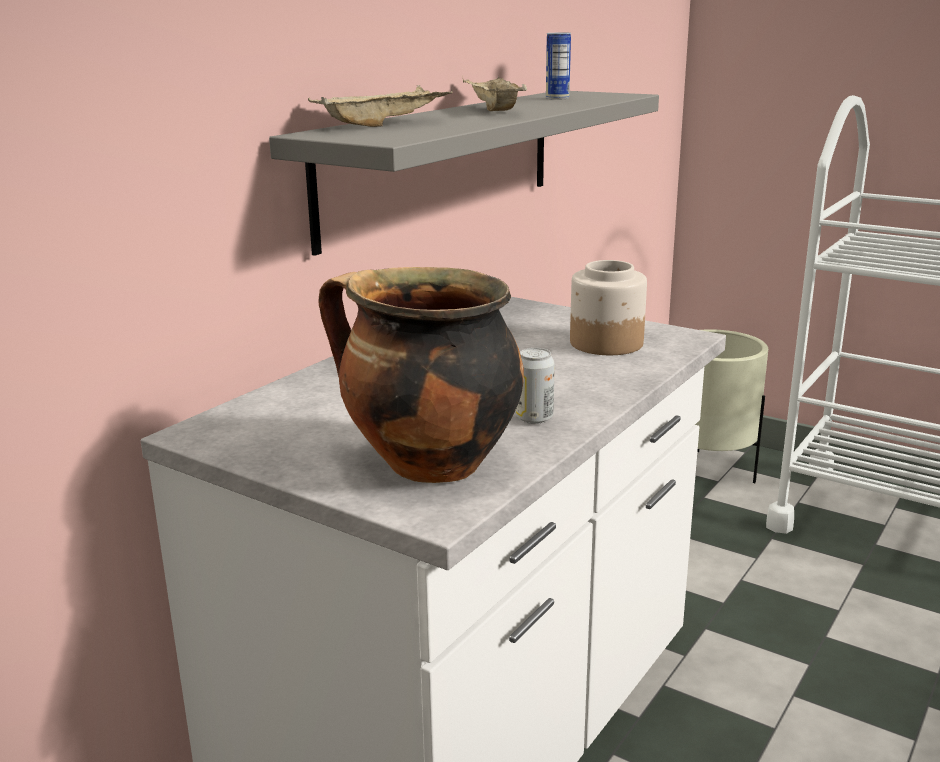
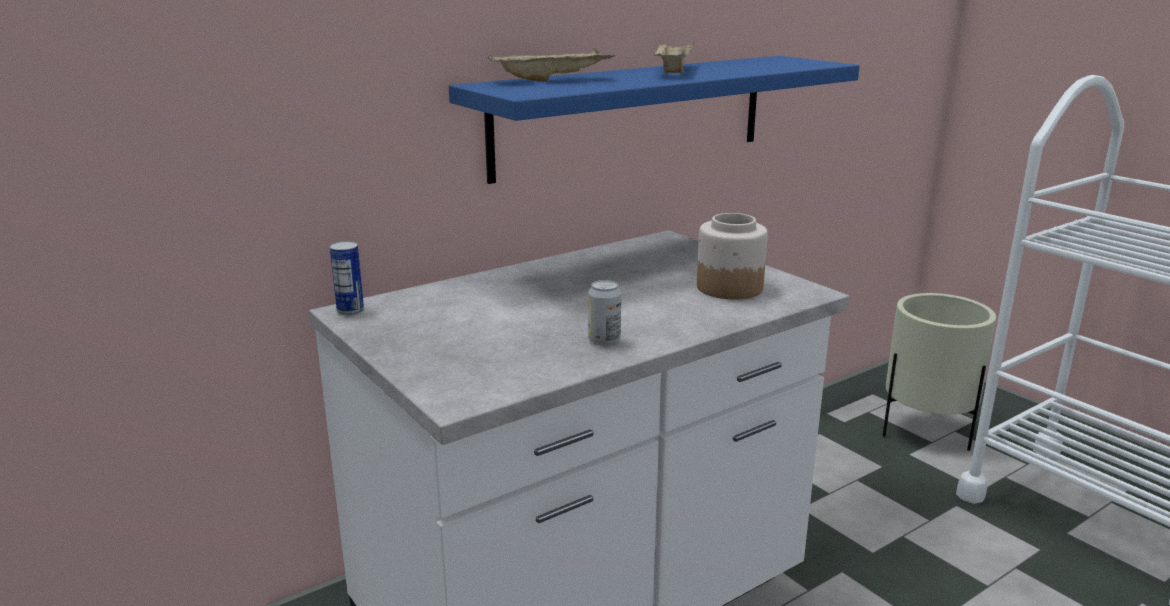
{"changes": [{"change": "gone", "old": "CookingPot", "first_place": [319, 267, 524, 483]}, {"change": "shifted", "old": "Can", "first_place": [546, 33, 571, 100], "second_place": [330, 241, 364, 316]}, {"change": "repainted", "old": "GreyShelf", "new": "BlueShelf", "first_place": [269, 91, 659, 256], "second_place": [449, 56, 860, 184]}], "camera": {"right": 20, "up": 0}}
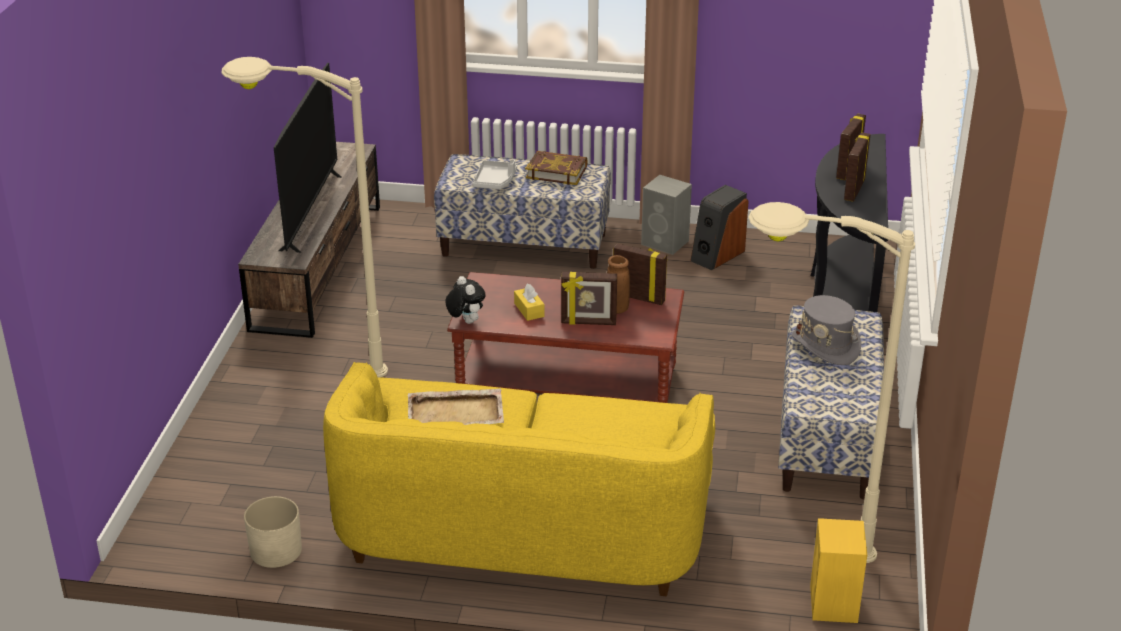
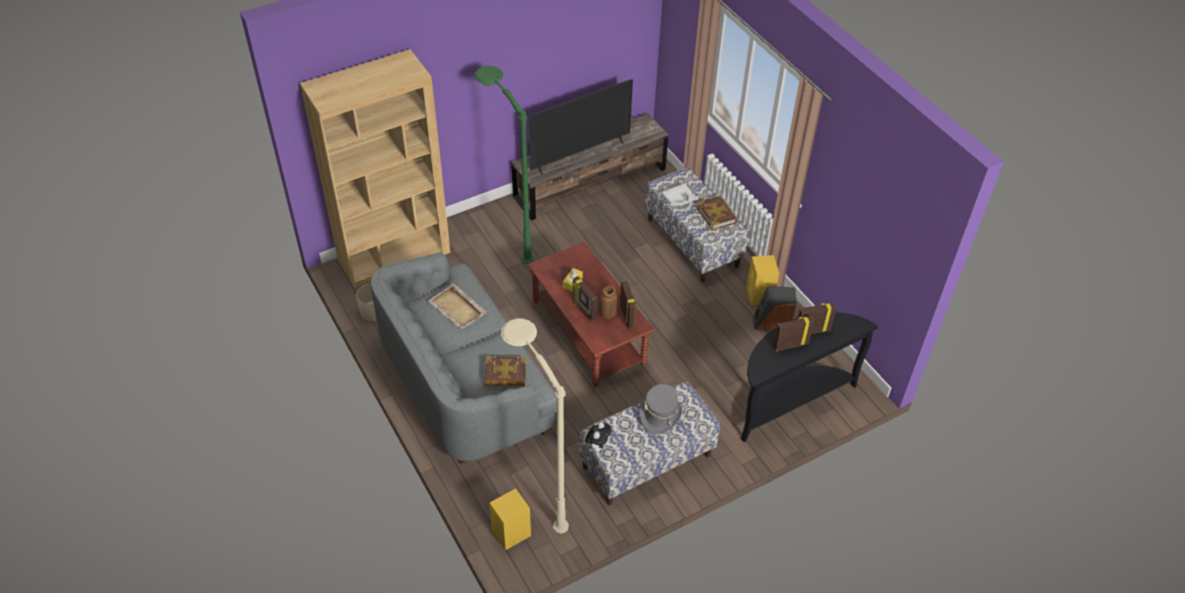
{"changes": [{"change": "new", "new": "BrownBookcase", "second_place": [300, 49, 451, 288]}, {"change": "new", "new": "Book", "second_place": [484, 356, 526, 386]}, {"change": "shifted", "old": "PlushToy", "first_place": [445, 276, 486, 324], "second_place": [585, 422, 611, 452]}, {"change": "repainted", "old": "BeigeFloorLamp", "new": "GreenFloorLamp", "first_place": [221, 57, 388, 378], "second_place": [474, 66, 534, 264]}, {"change": "repainted", "old": "YellowSofa", "new": "GreySofa", "first_place": [323, 362, 715, 596], "second_place": [371, 252, 557, 464]}, {"change": "repainted", "old": "GreySpeaker", "new": "YellowSpeaker", "first_place": [641, 175, 692, 255], "second_place": [747, 255, 779, 305]}], "camera": {"right": 50, "up": 15}}
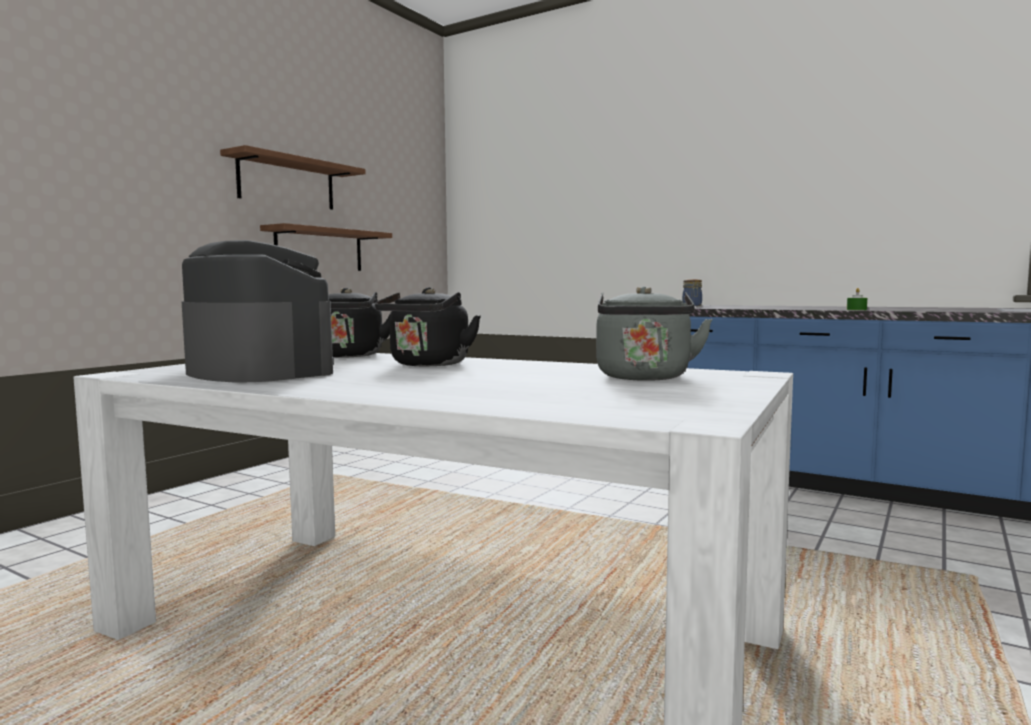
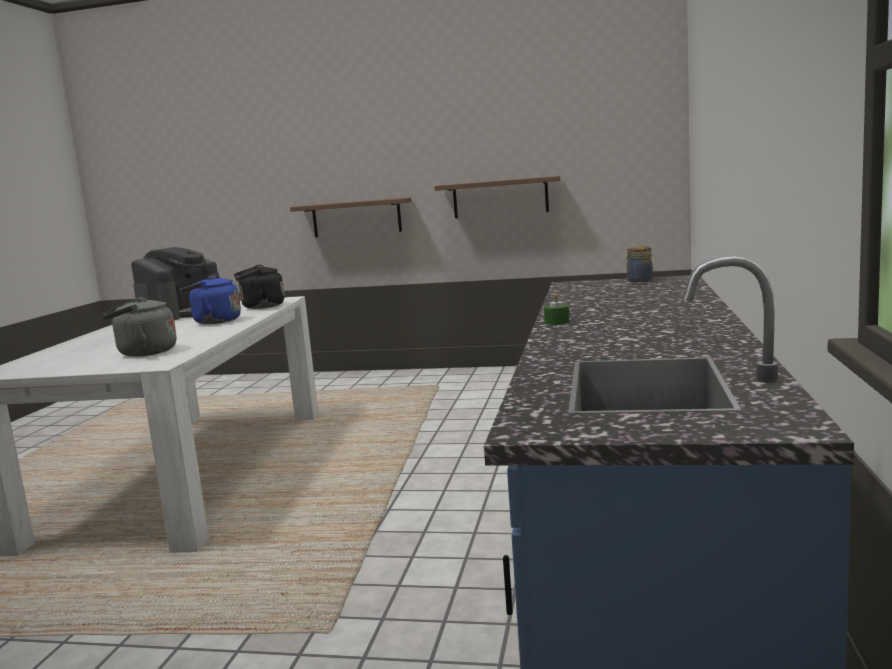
{"changes": [{"change": "shifted", "old": "Shelf", "first_place": [220, 145, 366, 210], "second_place": [290, 197, 411, 237]}, {"change": "repainted", "old": "BlackKettle", "new": "BlueKettle", "first_place": [375, 287, 481, 366], "second_place": [179, 275, 241, 324]}], "camera": {"right": 70, "up": 5}}
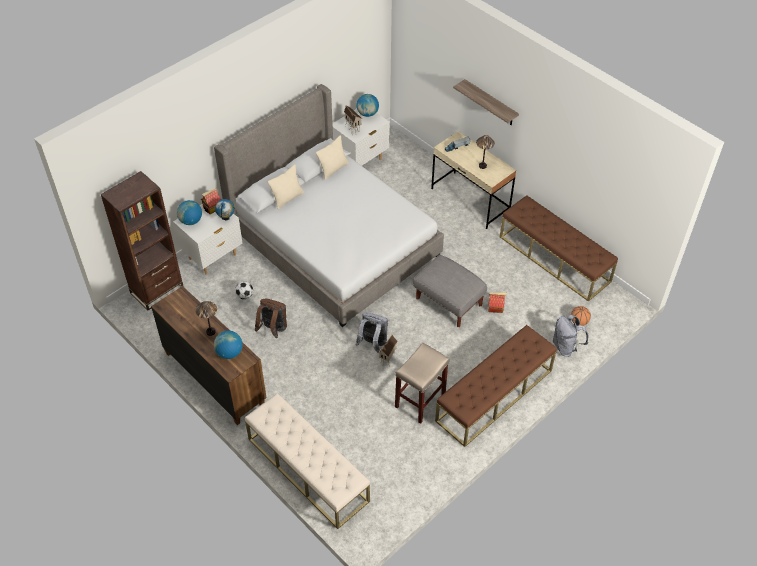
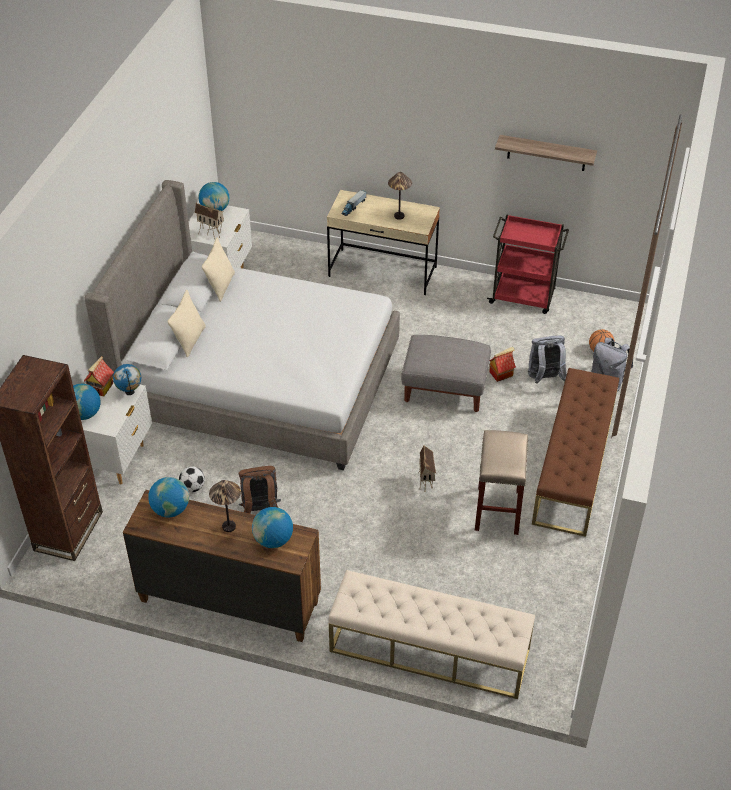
{"changes": [{"change": "new", "new": "Globe", "second_place": [148, 477, 189, 517]}, {"change": "shifted", "old": "GreyBackpack", "first_place": [356, 313, 388, 353], "second_place": [528, 336, 567, 384]}, {"change": "shifted", "old": "Shelf", "first_place": [453, 79, 519, 125], "second_place": [495, 135, 597, 171]}, {"change": "swapped", "old": "BrownBench", "new": "RedCart", "first_place": [500, 195, 618, 302], "second_place": [487, 214, 569, 314]}], "camera": {"right": -30, "up": -5}}
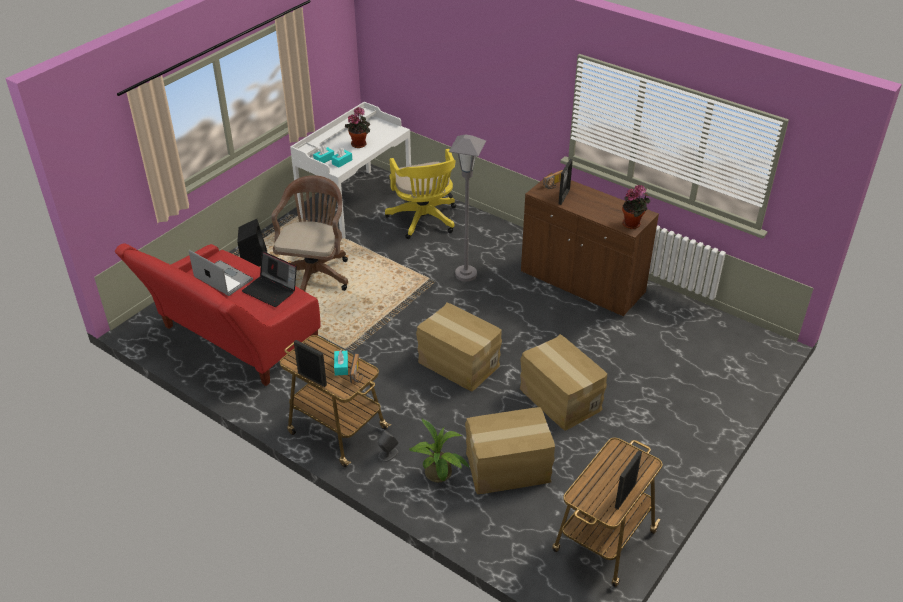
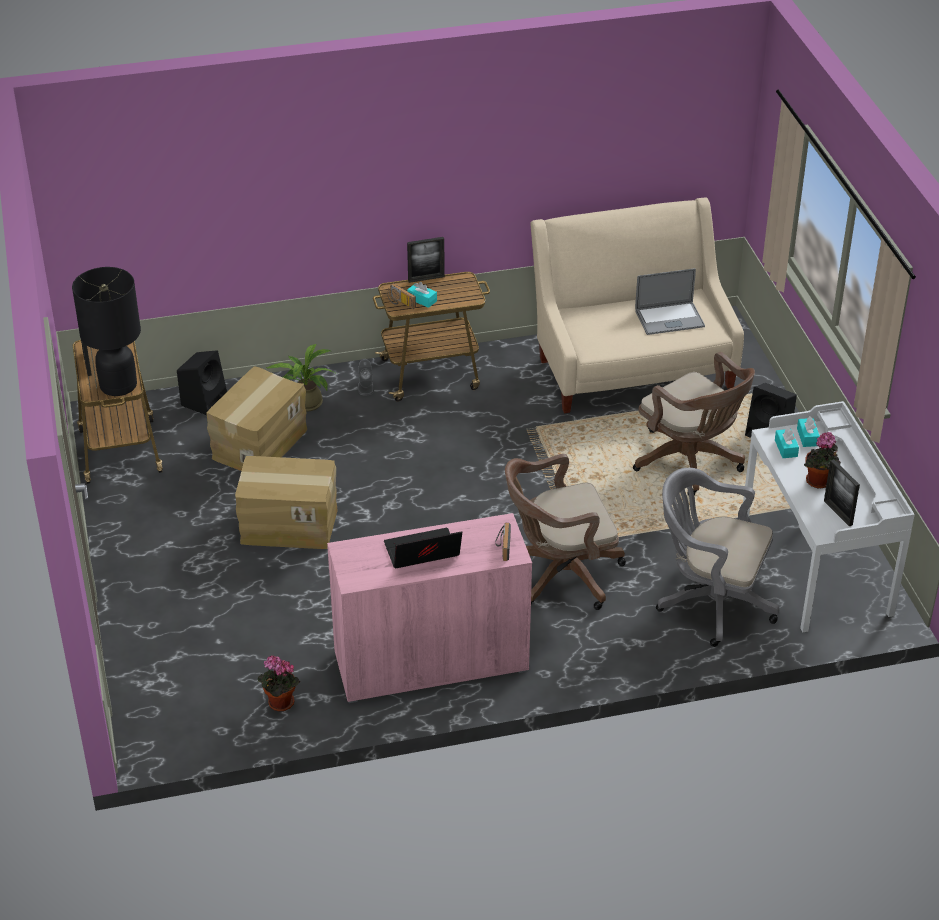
{"changes": [{"change": "gone", "old": "CardboardBox", "first_place": [416, 303, 502, 391]}, {"change": "new", "new": "BlackTableLamp", "second_place": [72, 267, 141, 396]}, {"change": "new", "new": "BlackSpeaker", "second_place": [177, 350, 227, 415]}, {"change": "shifted", "old": "Laptop", "first_place": [242, 251, 297, 307], "second_place": [384, 528, 462, 568]}, {"change": "shifted", "old": "PictureFrame", "first_place": [558, 159, 573, 205], "second_place": [824, 459, 860, 526]}, {"change": "shifted", "old": "PottedPlant", "first_place": [622, 185, 650, 229], "second_place": [257, 655, 300, 711]}, {"change": "swapped", "old": "GreyFloorLamp", "new": "BrownOfficeChair", "first_place": [449, 134, 486, 282], "second_place": [505, 454, 626, 610]}, {"change": "repainted", "old": "RedSofa", "new": "BeigeSofa", "first_place": [115, 243, 321, 386], "second_place": [531, 197, 744, 413]}, {"change": "repainted", "old": "YellowOfficeChair", "new": "GreyOfficeChair", "first_place": [385, 149, 456, 239], "second_place": [656, 468, 779, 647]}, {"change": "repainted", "old": "BrownCabinet", "new": "PinkCabinet", "first_place": [521, 173, 659, 317], "second_place": [327, 513, 532, 703]}], "camera": {"right": 130, "up": 0}}
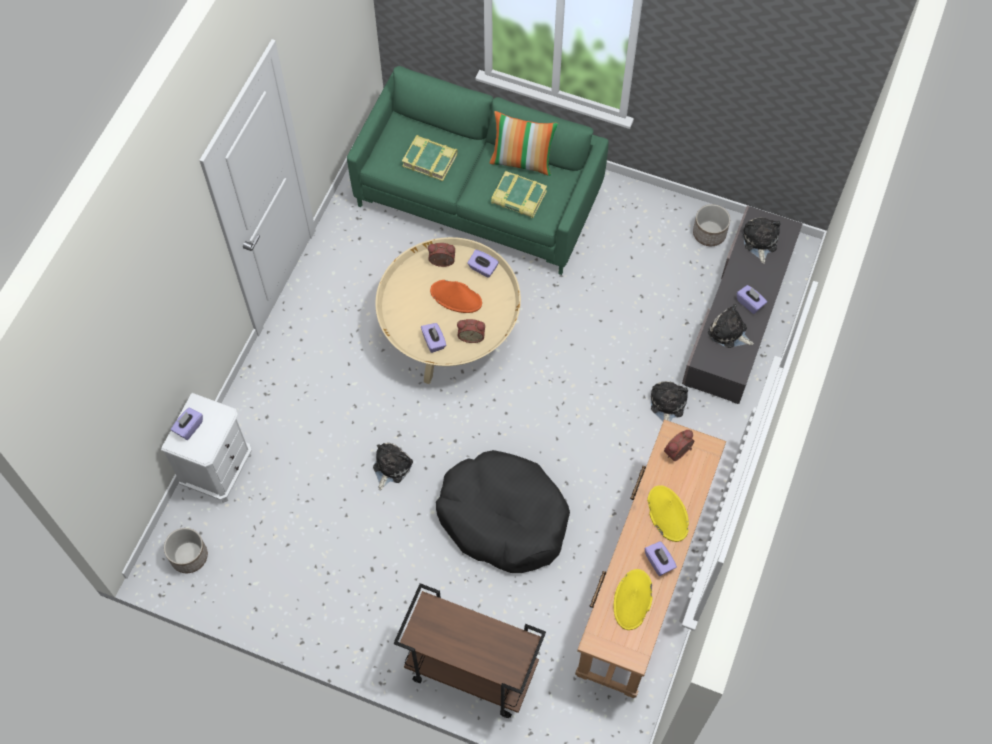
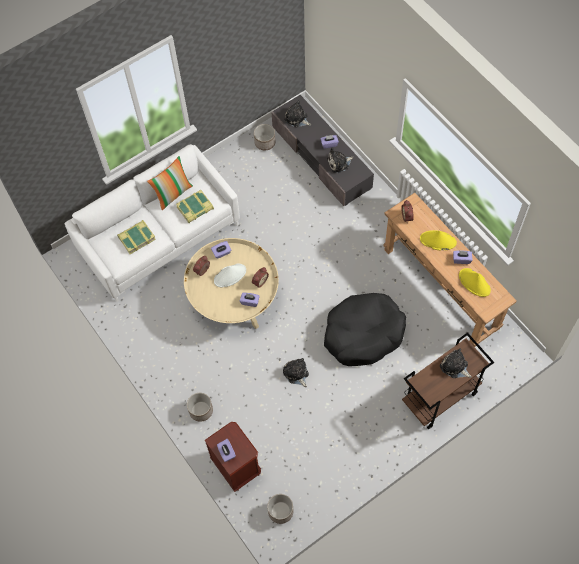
{"changes": [{"change": "new", "new": "Planter", "second_place": [187, 393, 213, 422]}, {"change": "shifted", "old": "PlushToy", "first_place": [651, 381, 688, 422], "second_place": [440, 348, 472, 378]}, {"change": "repainted", "old": "WhiteNightstand", "new": "BrownNightstand", "first_place": [161, 393, 252, 503], "second_place": [204, 422, 261, 492]}, {"change": "repainted", "old": "GreenSofa", "new": "WhiteSofa", "first_place": [347, 66, 609, 275], "second_place": [64, 144, 240, 302]}, {"change": "repainted", "old": "OrangeHat", "new": "WhiteHat", "first_place": [430, 280, 482, 313], "second_place": [214, 264, 246, 287]}], "camera": {"right": -55, "up": 0}}
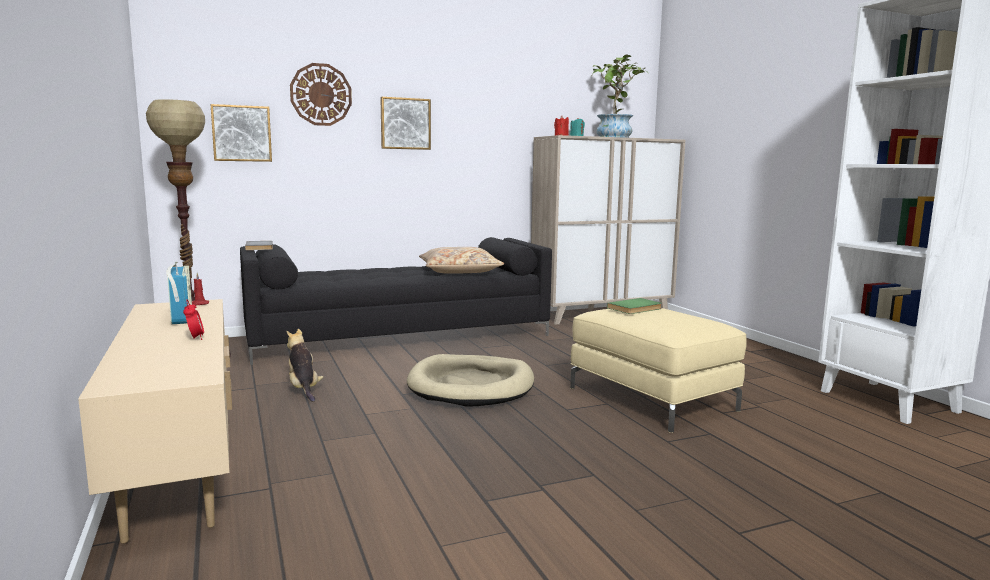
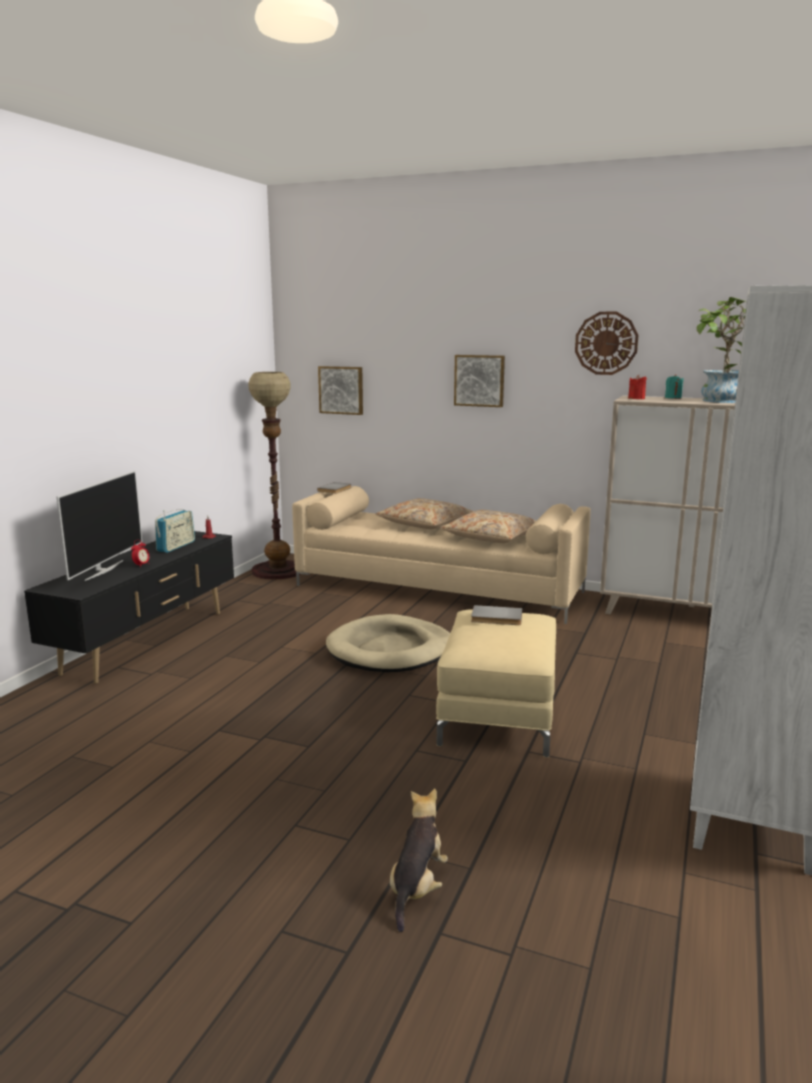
{"changes": [{"change": "new", "new": "Television", "second_place": [57, 471, 142, 581]}, {"change": "new", "new": "BeigePillow", "second_place": [375, 498, 474, 529]}, {"change": "shifted", "old": "PlushToy", "first_place": [287, 329, 324, 402], "second_place": [390, 789, 448, 932]}, {"change": "shifted", "old": "WallClock", "first_place": [290, 63, 352, 126], "second_place": [575, 312, 638, 375]}, {"change": "repainted", "old": "BeigeTvStand", "new": "BlackTvStand", "first_place": [78, 299, 232, 544], "second_place": [24, 531, 234, 684]}, {"change": "repainted", "old": "BlackSofa", "new": "BeigeSofa", "first_place": [240, 237, 552, 365], "second_place": [292, 486, 591, 624]}, {"change": "repainted", "old": "GreenBook", "new": "GreyBook", "first_place": [607, 298, 662, 314], "second_place": [471, 605, 522, 625]}], "camera": {"right": 45, "up": 5}}
